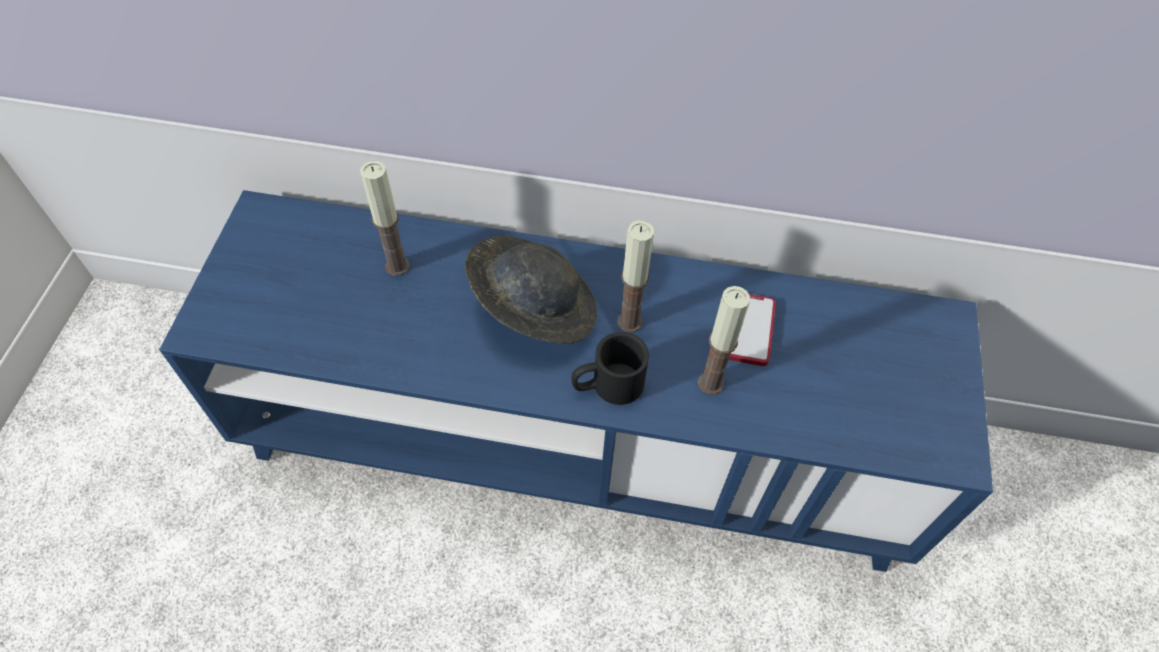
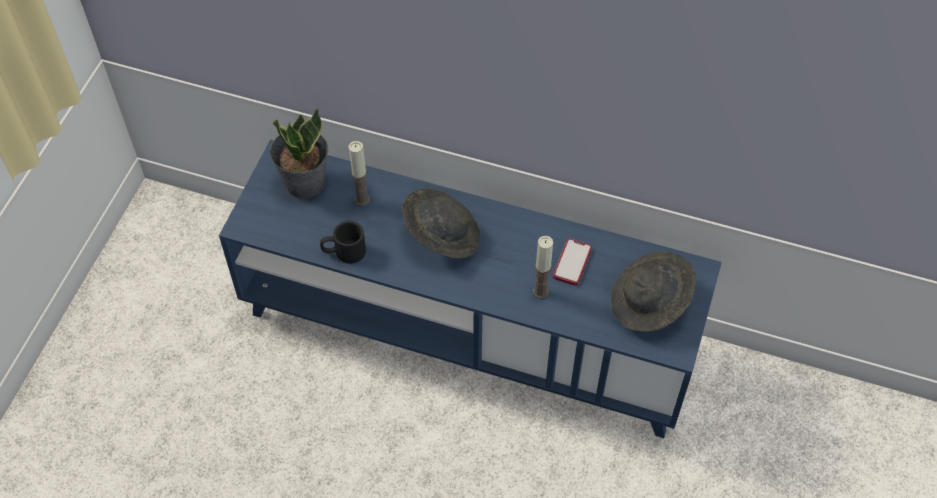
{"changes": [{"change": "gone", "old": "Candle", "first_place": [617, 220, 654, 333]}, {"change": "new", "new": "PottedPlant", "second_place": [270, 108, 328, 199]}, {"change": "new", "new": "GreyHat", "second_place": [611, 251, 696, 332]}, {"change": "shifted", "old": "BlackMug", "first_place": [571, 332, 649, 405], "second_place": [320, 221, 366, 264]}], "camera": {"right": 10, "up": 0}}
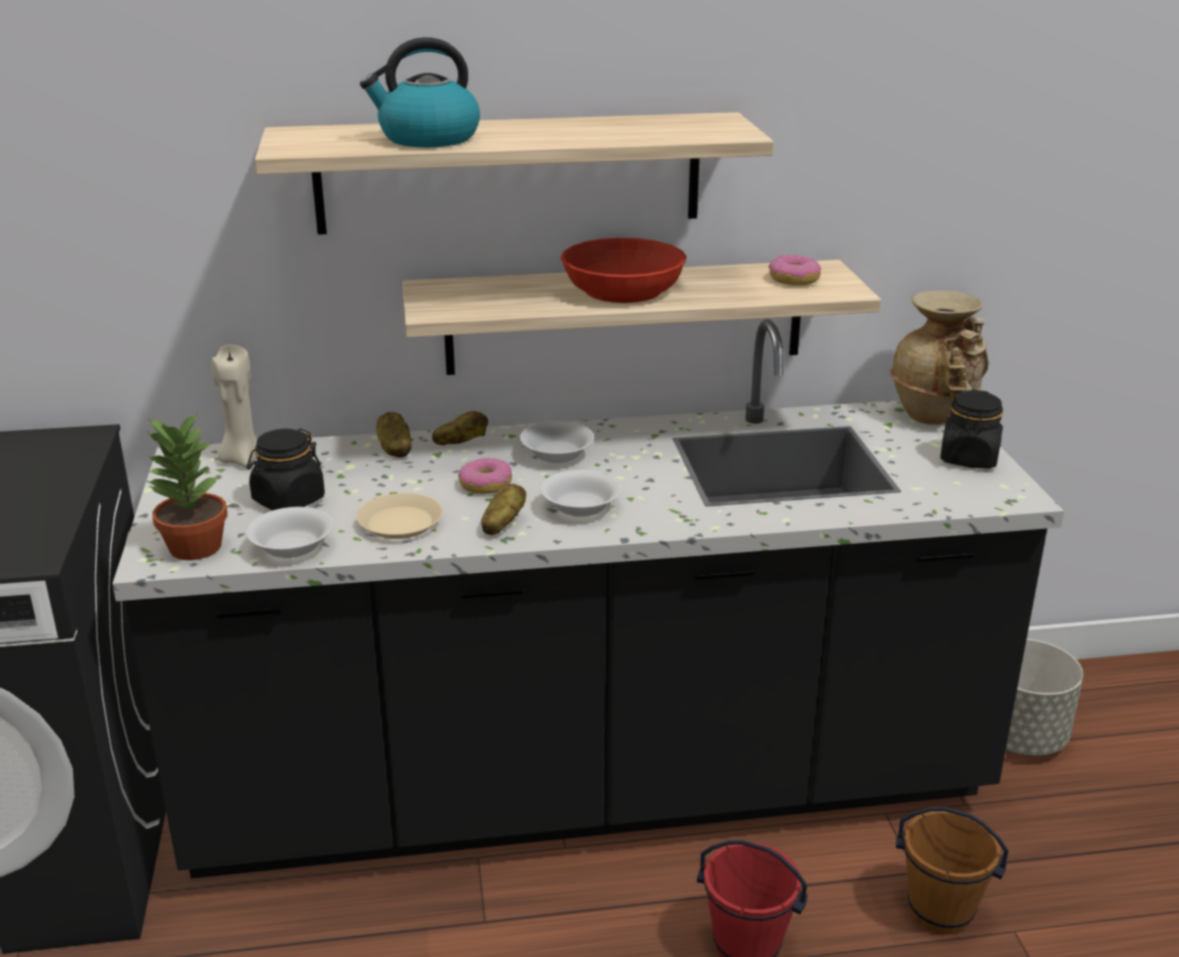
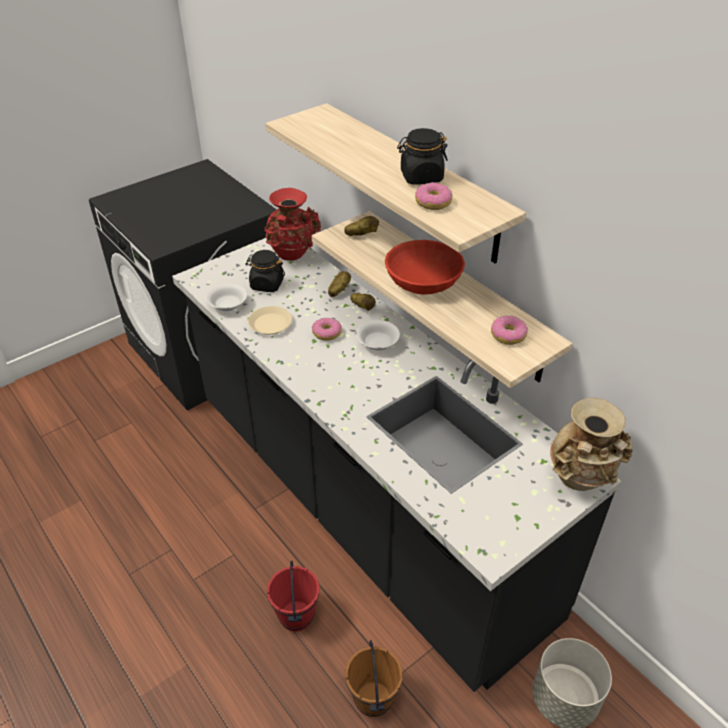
{"changes": [{"change": "gone", "old": "PottedPlant", "first_place": [146, 413, 228, 560]}, {"change": "gone", "old": "Kettle", "first_place": [360, 37, 480, 147]}, {"change": "gone", "old": "WhiteBowl", "first_place": [540, 470, 621, 517]}, {"change": "new", "new": "Donut", "second_place": [415, 182, 452, 210]}, {"change": "shifted", "old": "Potato", "first_place": [481, 484, 526, 535], "second_place": [345, 216, 379, 236]}, {"change": "shifted", "old": "BlackJar", "first_place": [940, 390, 1003, 469], "second_place": [397, 128, 448, 185]}, {"change": "swapped", "old": "BeigeCandle", "new": "RedVase", "first_place": [212, 345, 257, 467], "second_place": [264, 188, 321, 261]}], "camera": {"right": 60, "up": 15}}
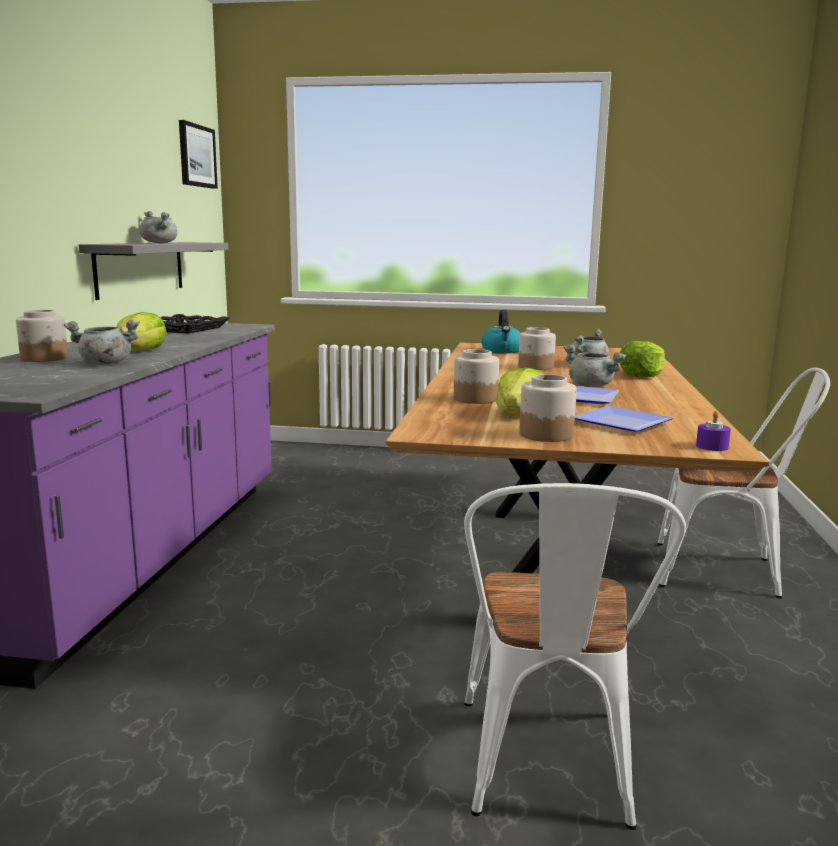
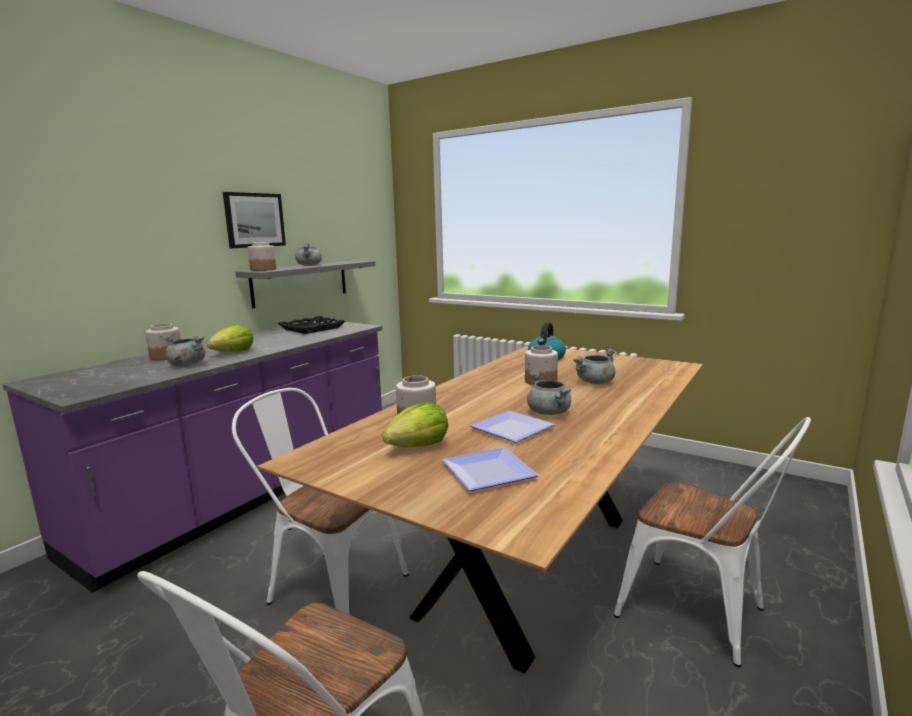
{"changes": [{"change": "gone", "old": "Lettuce", "first_place": [620, 341, 665, 377]}, {"change": "gone", "old": "PurpleCandle", "first_place": [696, 411, 731, 451]}, {"change": "new", "new": "WhiteChair", "second_place": [232, 388, 409, 614]}, {"change": "shifted", "old": "Picture", "first_place": [179, 120, 218, 189], "second_place": [223, 192, 286, 248]}, {"change": "shifted", "old": "Jar", "first_place": [519, 374, 577, 442], "second_place": [248, 242, 276, 271]}], "camera": {"right": 25, "up": 0}}
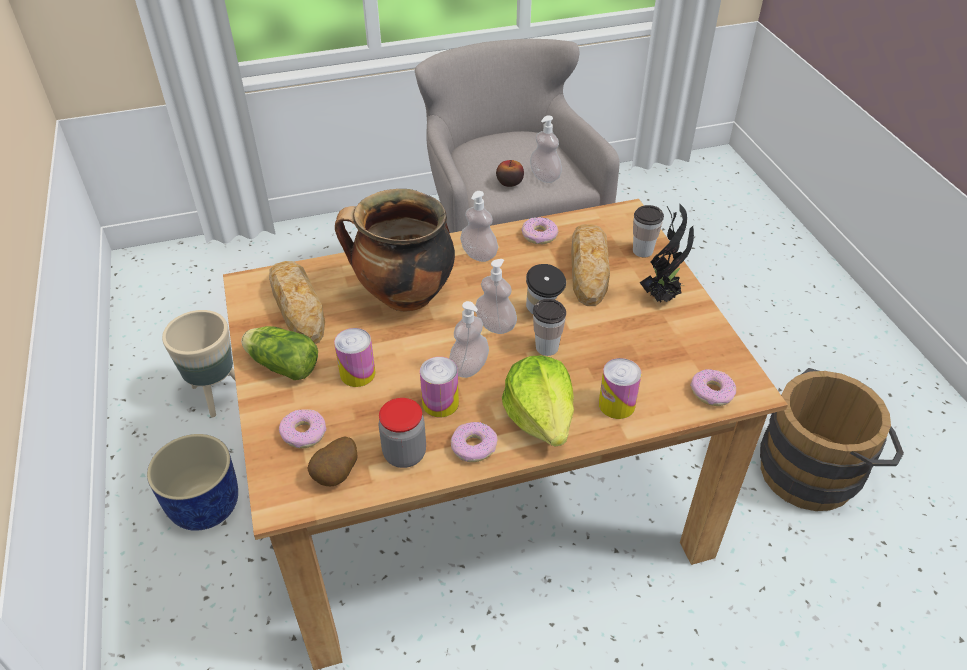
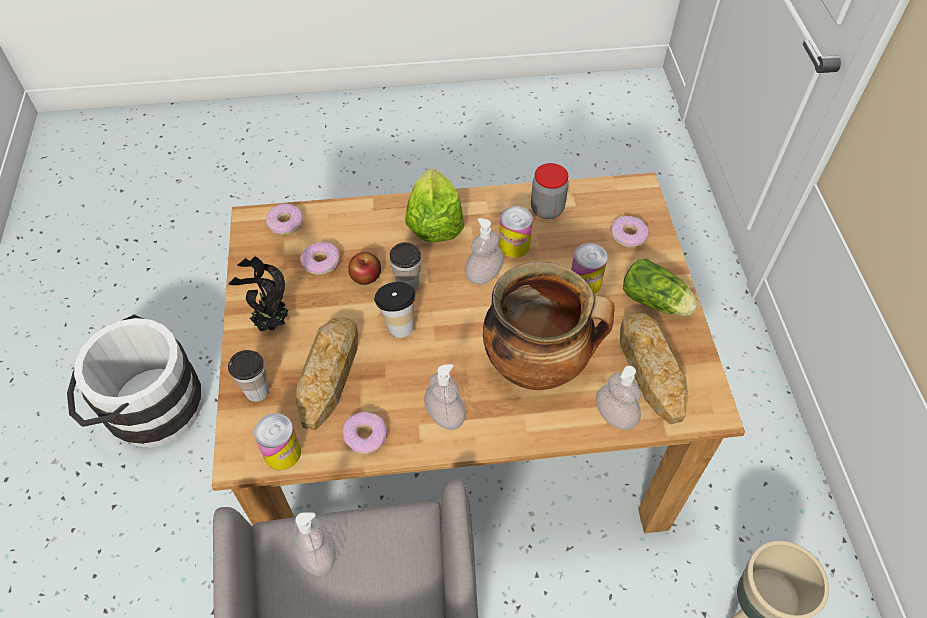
{"changes": [{"change": "gone", "old": "BluePlanter", "first_place": [147, 434, 238, 531]}, {"change": "gone", "old": "Potato", "first_place": [308, 436, 357, 486]}, {"change": "shifted", "old": "Donut", "first_place": [451, 422, 498, 462], "second_place": [300, 242, 340, 275]}, {"change": "shifted", "old": "SoapDispenser", "first_place": [475, 259, 517, 334], "second_place": [596, 366, 641, 430]}, {"change": "shifted", "old": "Apple", "first_place": [496, 160, 524, 187], "second_place": [348, 252, 381, 285]}, {"change": "shifted", "old": "Can", "first_place": [599, 358, 642, 419], "second_place": [253, 413, 301, 470]}, {"change": "repainted", "old": "BrownBucket", "new": "WhiteBucket", "first_place": [760, 368, 904, 511], "second_place": [67, 315, 201, 448]}], "camera": {"right": -170, "up": 10}}
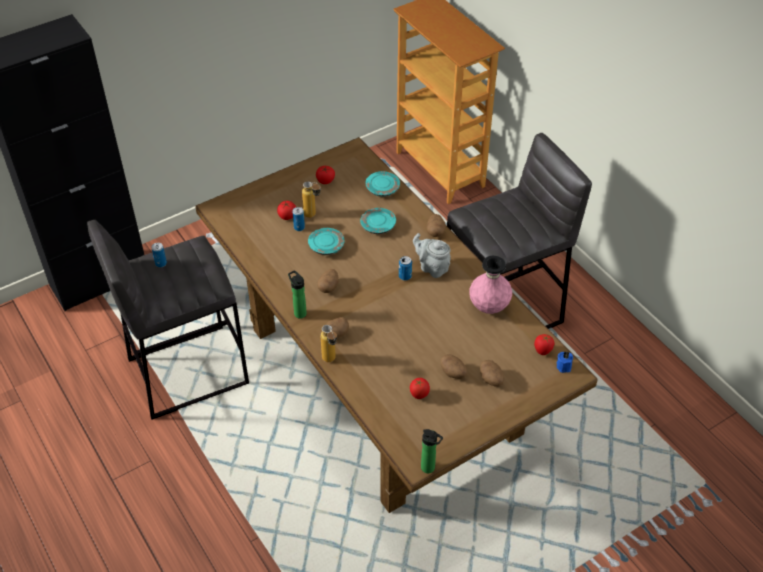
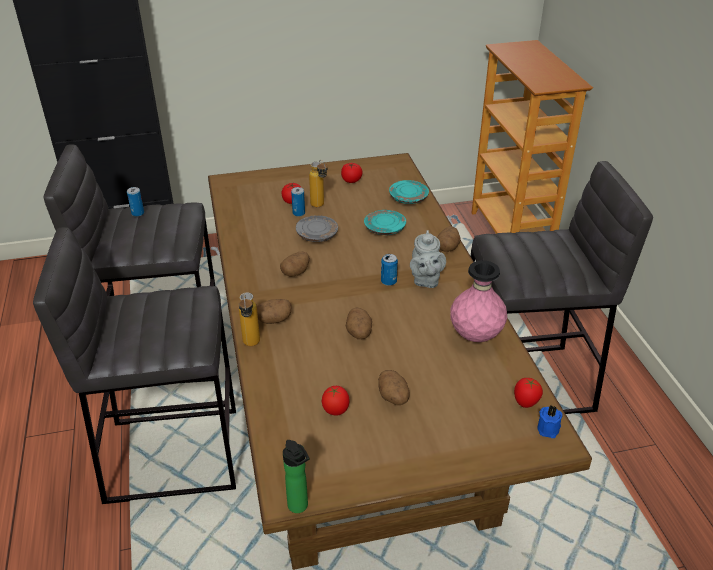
{"changes": [{"change": "gone", "old": "Bottle", "first_place": [288, 270, 307, 319]}, {"change": "new", "new": "GreyStool", "second_place": [33, 227, 236, 504]}, {"change": "shifted", "old": "Potato", "first_place": [480, 360, 504, 387], "second_place": [346, 308, 372, 339]}, {"change": "repainted", "old": "TurquoisePlate", "new": "GreyPlate", "first_place": [308, 228, 345, 255], "second_place": [296, 216, 338, 242]}, {"change": "rotated", "old": "GreyTeapot", "first_place": [413, 233, 451, 278], "second_place": [410, 230, 446, 288], "degrees": -150}], "camera": {"right": 20, "up": -10}}
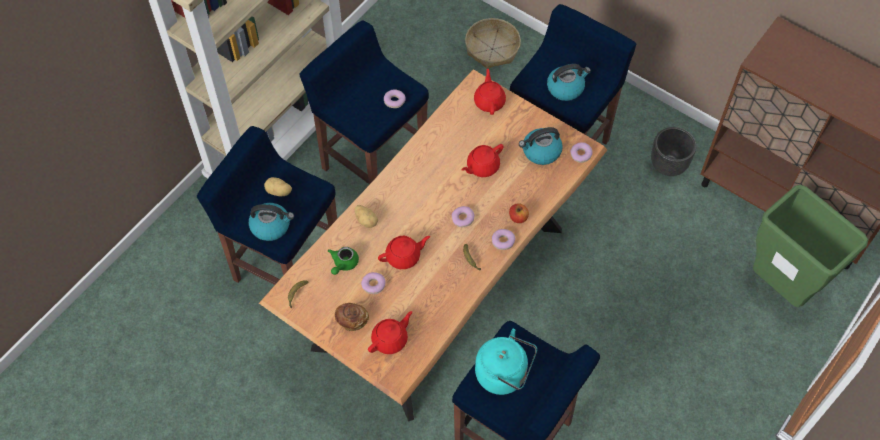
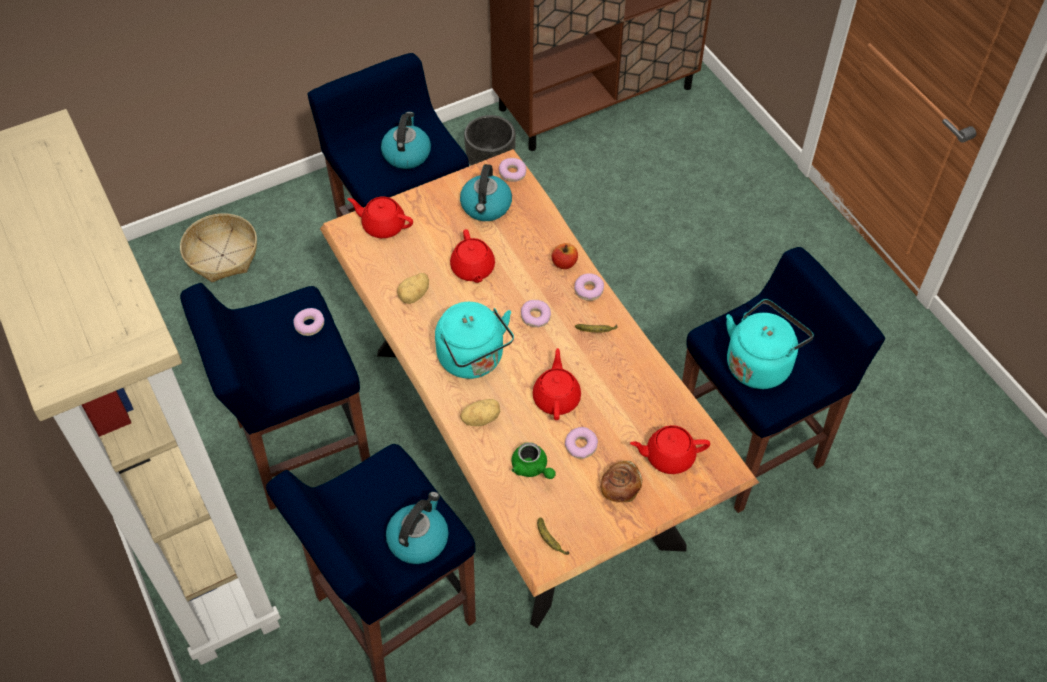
{"changes": [{"change": "gone", "old": "GreenTrashCan", "first_place": [753, 185, 868, 307]}, {"change": "new", "new": "TurquoiseKettle", "second_place": [435, 302, 514, 379]}, {"change": "shifted", "old": "Potato", "first_place": [264, 177, 292, 196], "second_place": [397, 273, 429, 304]}, {"change": "rotated", "old": "RedTeapot", "first_place": [368, 311, 412, 354], "second_place": [630, 425, 710, 474], "degrees": -75}], "camera": {"right": -65, "up": -5}}
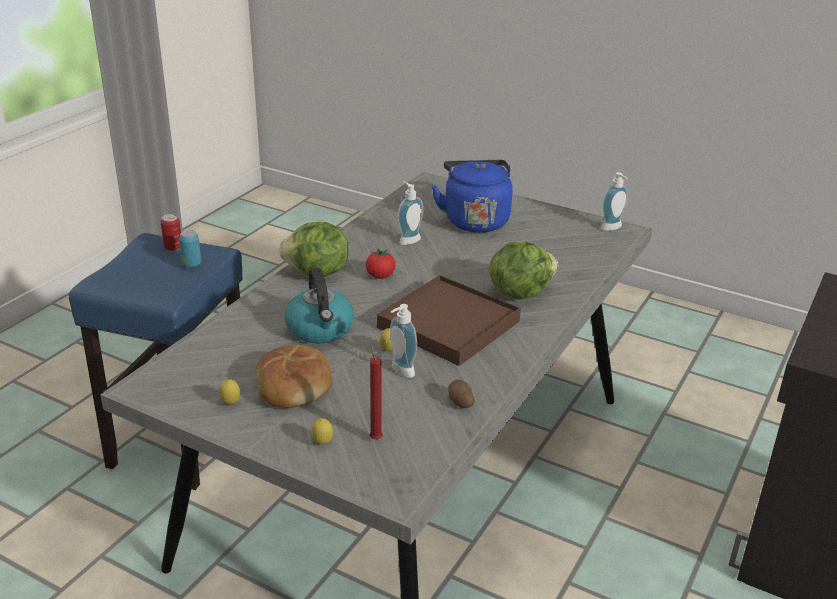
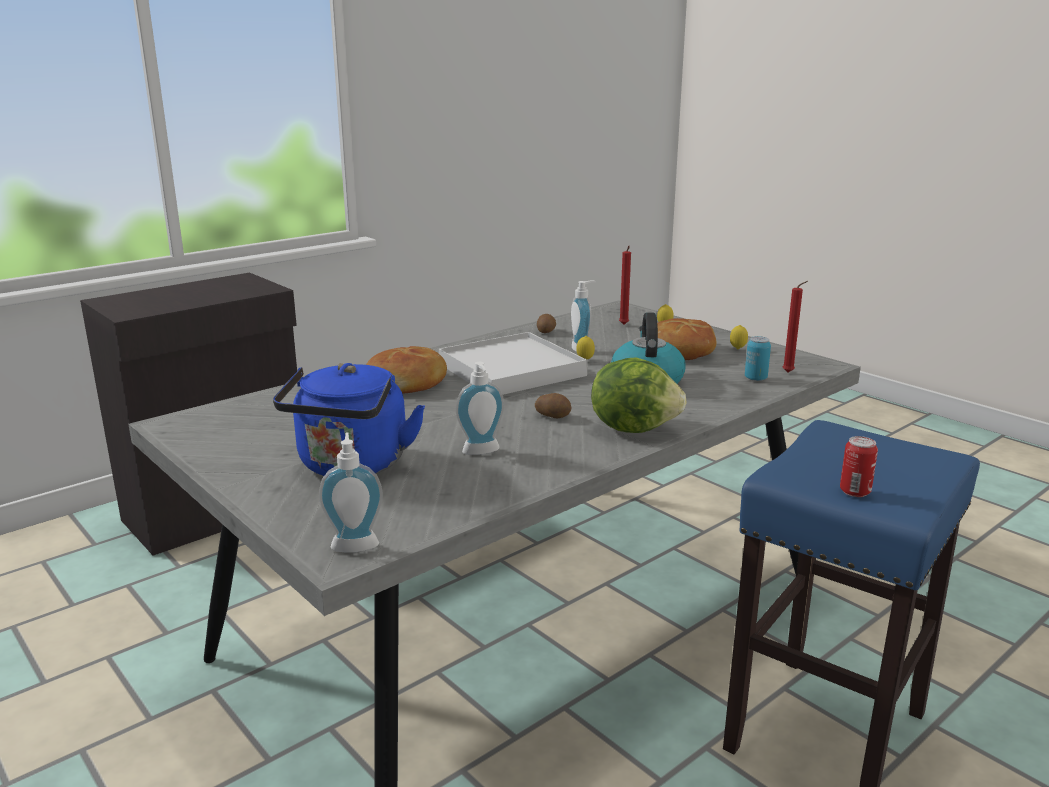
{"changes": [{"change": "new", "new": "RedCandle", "second_place": [783, 281, 808, 372]}, {"change": "shifted", "old": "Can", "first_place": [179, 230, 201, 267], "second_place": [745, 336, 771, 381]}, {"change": "shifted", "old": "SoapDispenser", "first_place": [601, 172, 628, 231], "second_place": [319, 433, 383, 552]}, {"change": "swapped", "old": "Tomato", "new": "Potato", "first_place": [366, 248, 395, 279], "second_place": [535, 393, 571, 418]}, {"change": "swapped", "old": "Lettuce", "new": "Bread", "first_place": [489, 242, 558, 300], "second_place": [366, 346, 447, 393]}, {"change": "repainted", "old": "BrownTray", "new": "WhiteTray", "first_place": [377, 275, 521, 366], "second_place": [439, 332, 588, 395]}], "camera": {"right": -160, "up": -10}}
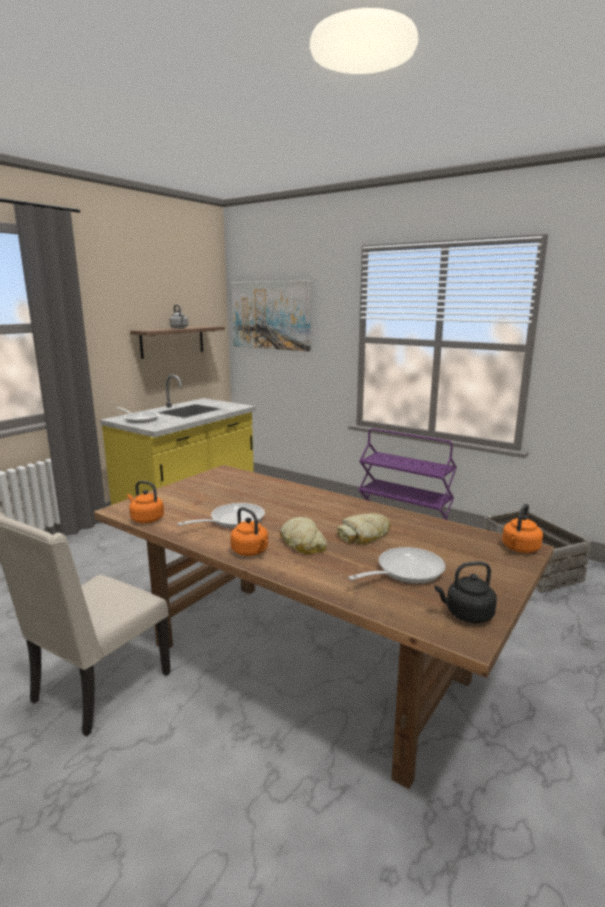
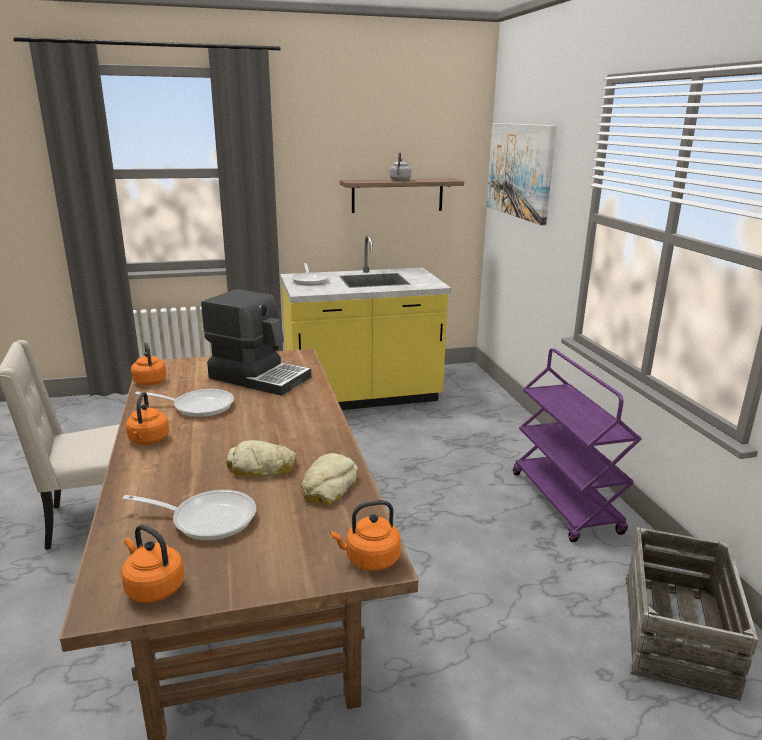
{"changes": [{"change": "new", "new": "CoffeeMachine", "second_place": [201, 289, 311, 396]}, {"change": "shifted", "old": "Bread", "first_place": [280, 517, 327, 555], "second_place": [301, 453, 358, 506]}, {"change": "repainted", "old": "BlackKettle", "new": "OrangeKettle", "first_place": [435, 561, 497, 623], "second_place": [121, 525, 184, 603]}], "camera": {"right": 40, "up": 5}}
